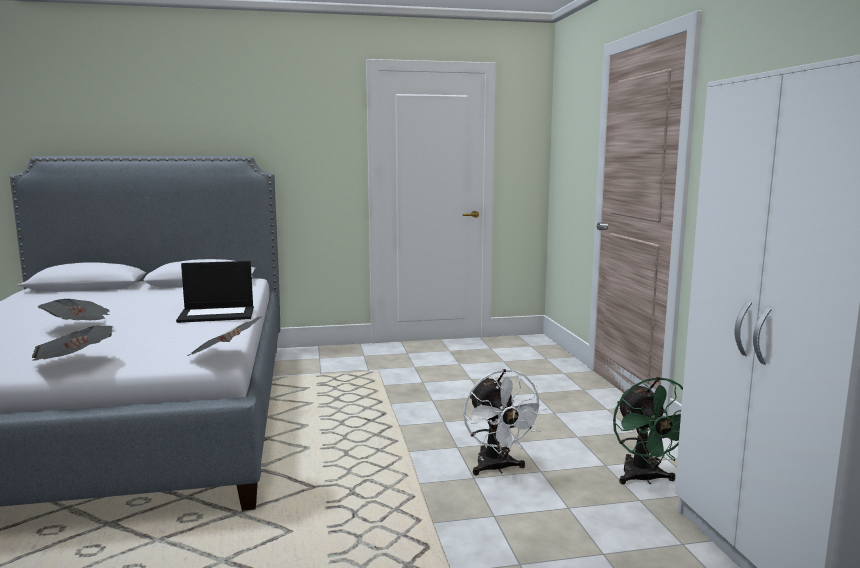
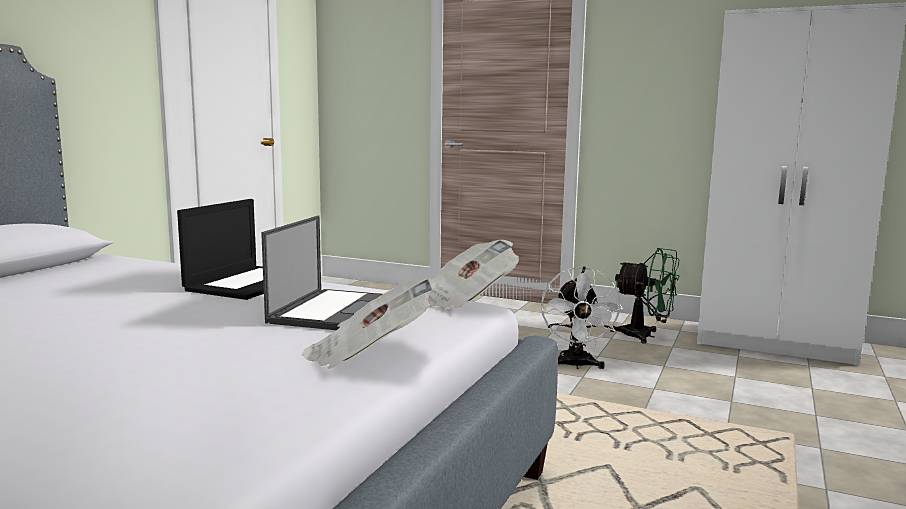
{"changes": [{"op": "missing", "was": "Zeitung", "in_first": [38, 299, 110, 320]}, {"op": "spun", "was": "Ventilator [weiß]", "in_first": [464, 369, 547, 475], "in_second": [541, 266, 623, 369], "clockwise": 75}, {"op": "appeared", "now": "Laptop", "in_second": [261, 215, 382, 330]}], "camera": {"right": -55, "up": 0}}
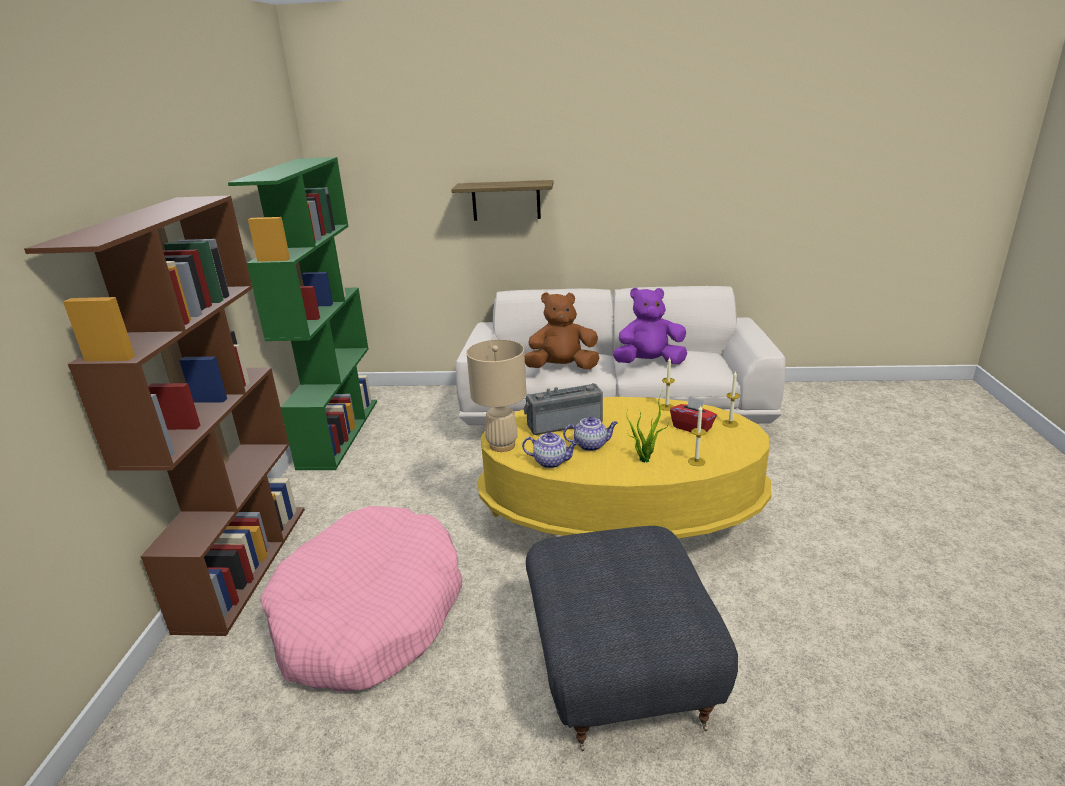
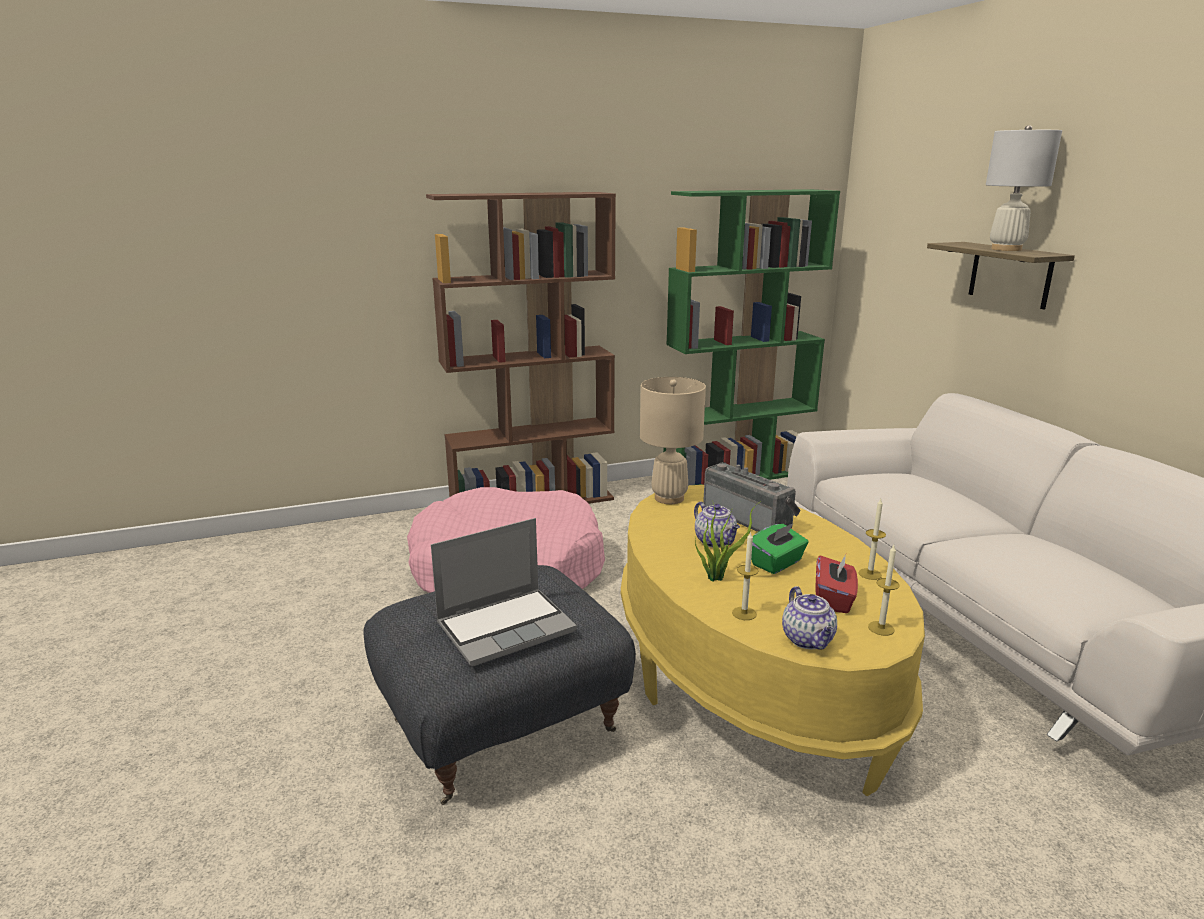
{"changes": [{"op": "relocated", "was": "Teekanne", "in_first": [522, 433, 578, 468], "in_second": [782, 586, 837, 650]}, {"op": "missing", "was": "Plüschtier [braun]", "in_first": [525, 292, 599, 369]}, {"op": "missing", "was": "Plüschtier [lila]", "in_first": [613, 288, 687, 364]}, {"op": "appeared", "now": "Laptop", "in_second": [431, 518, 577, 666]}, {"op": "appeared", "now": "Taschentuchbox [grün]", "in_second": [751, 524, 809, 574]}, {"op": "appeared", "now": "Tischlampe [weiß]", "in_second": [986, 125, 1062, 251]}], "camera": {"right": 65, "up": -5}}
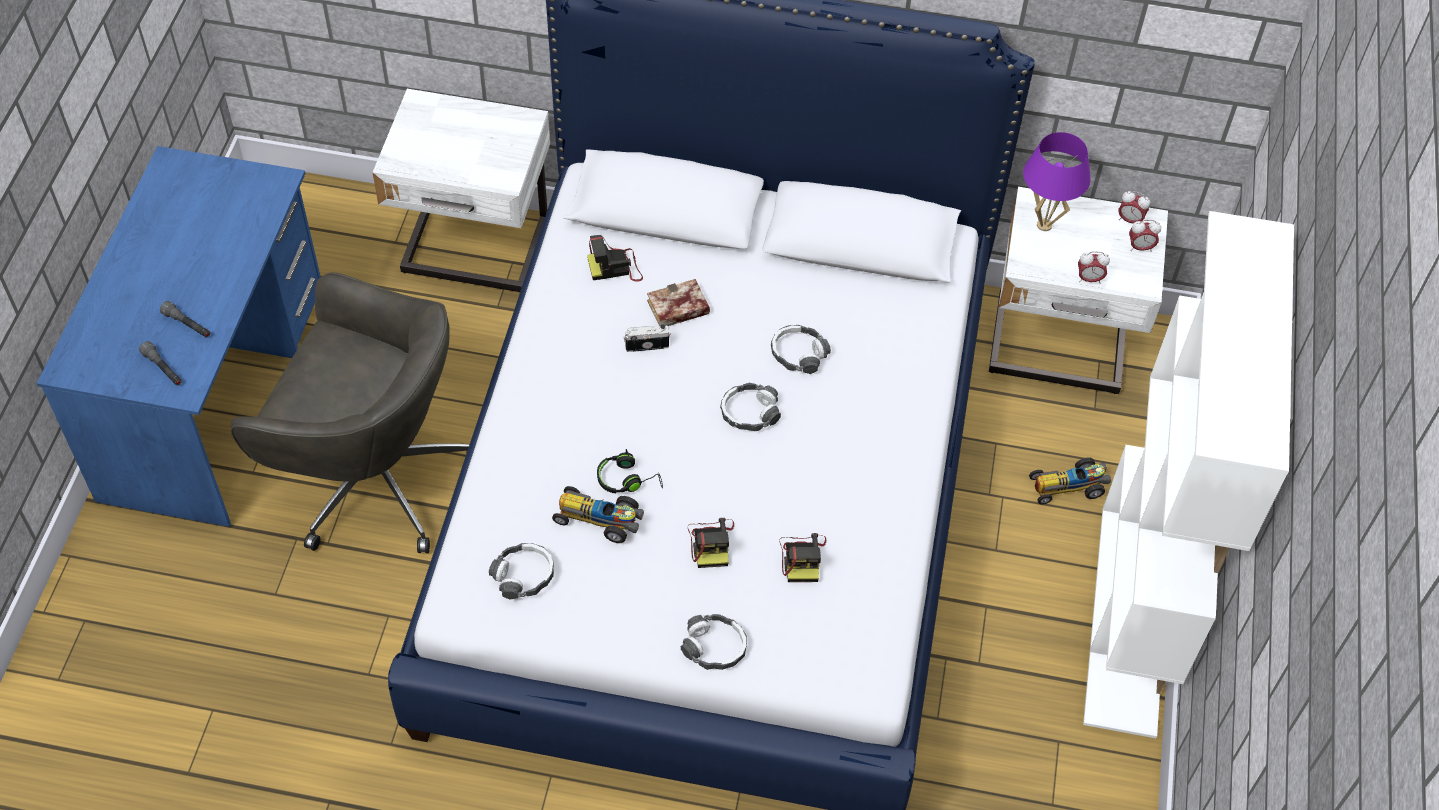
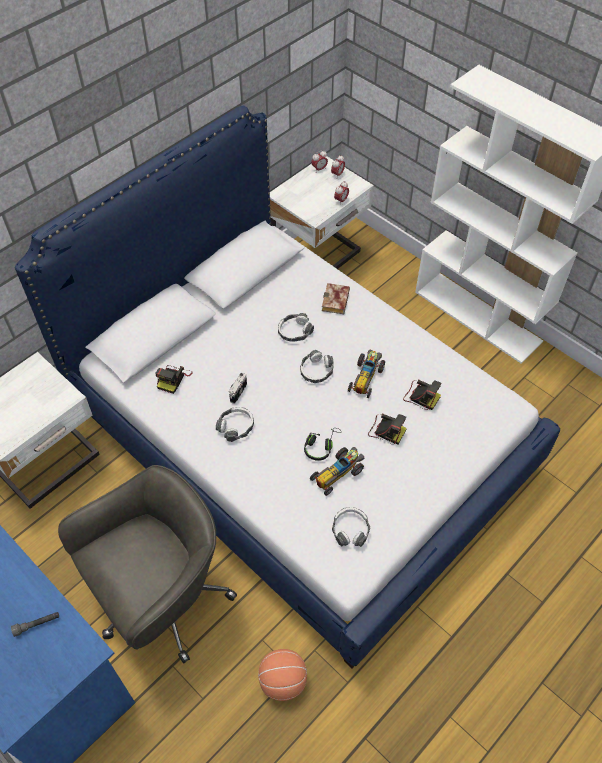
{"changes": [{"op": "missing", "was": "Taschenlampe [grau]", "in_first": [139, 341, 182, 385]}, {"op": "relocated", "was": "Buch", "in_first": [647, 279, 710, 326], "in_second": [322, 283, 350, 314]}, {"op": "relocated", "was": "Kopfhörer", "in_first": [681, 614, 747, 670], "in_second": [216, 407, 254, 442]}, {"op": "missing", "was": "Tischlampe [lila]", "in_first": [1023, 132, 1091, 231]}, {"op": "relocated", "was": "Spielzeugauto", "in_first": [1029, 458, 1111, 504], "in_second": [348, 350, 385, 398]}, {"op": "appeared", "now": "Basketball", "in_second": [258, 649, 307, 701]}], "camera": {"right": -55, "up": 0}}
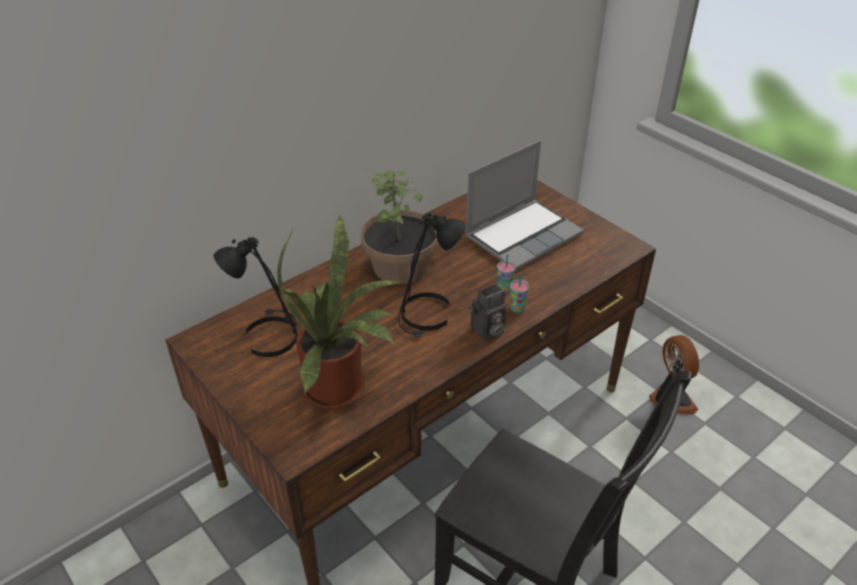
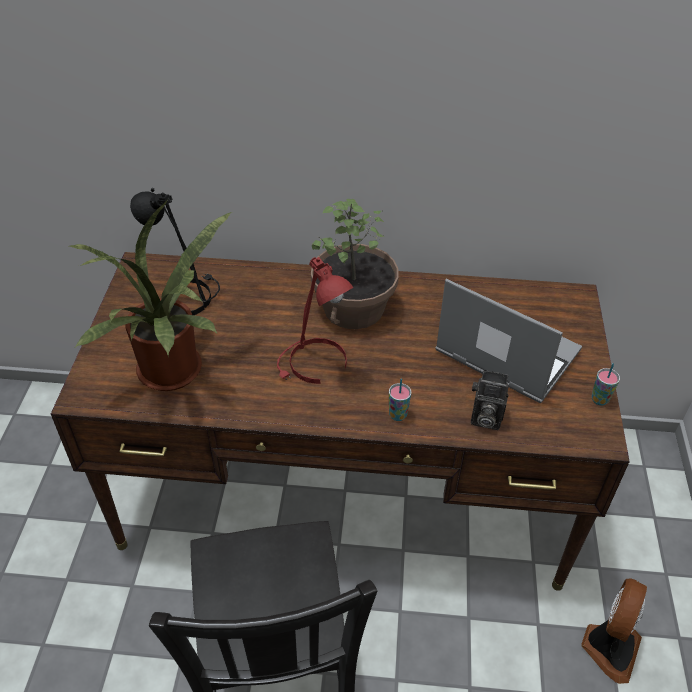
{"changes": [{"op": "colour", "was": "Tischlampe [schwarz]", "now": "Tischlampe [rot]", "in_first": [398, 213, 466, 337], "in_second": [277, 257, 353, 384]}, {"op": "spun", "was": "Laptop", "in_first": [465, 140, 584, 271], "in_second": [435, 279, 582, 403], "clockwise": -150}, {"op": "relocated", "was": "Kamera", "in_first": [469, 284, 507, 341], "in_second": [471, 370, 509, 430]}, {"op": "relocated", "was": "Tasse", "in_first": [497, 254, 516, 293], "in_second": [592, 363, 620, 406]}], "camera": {"right": 45, "up": 5}}
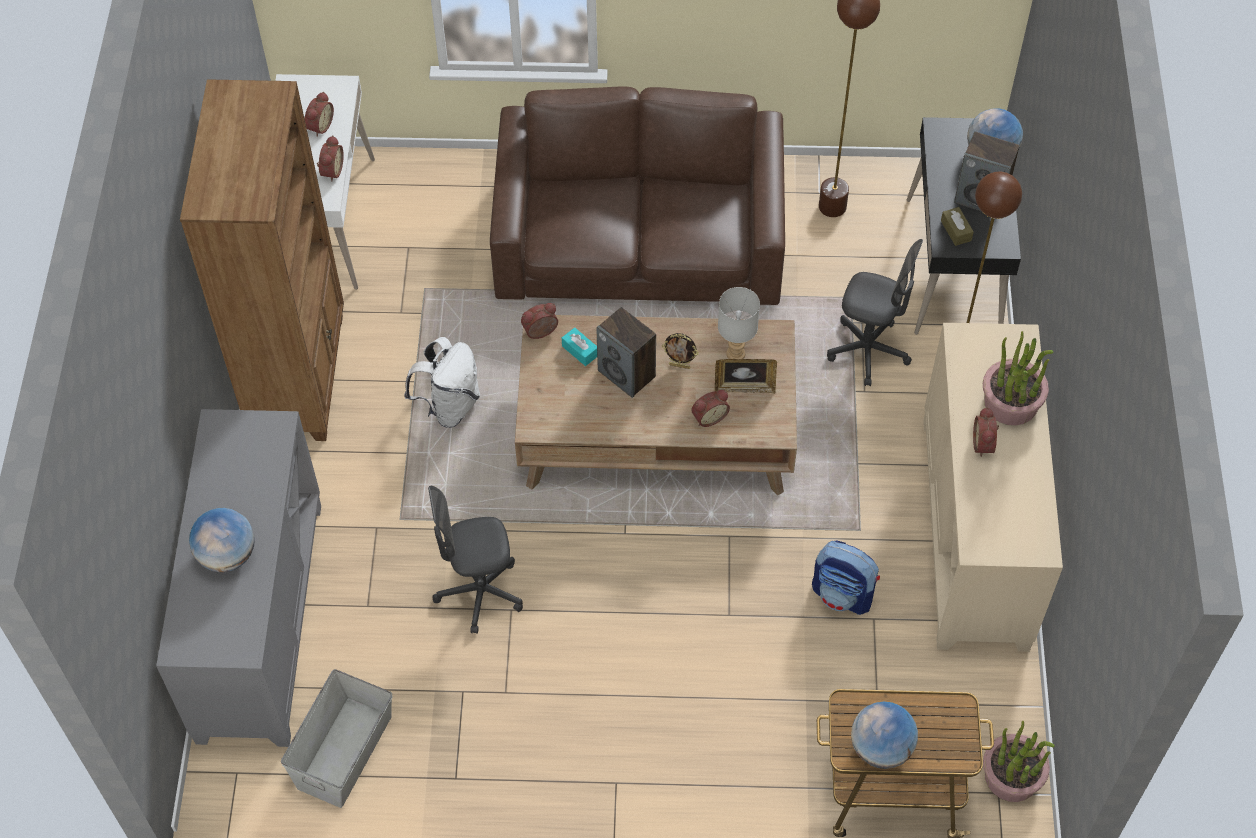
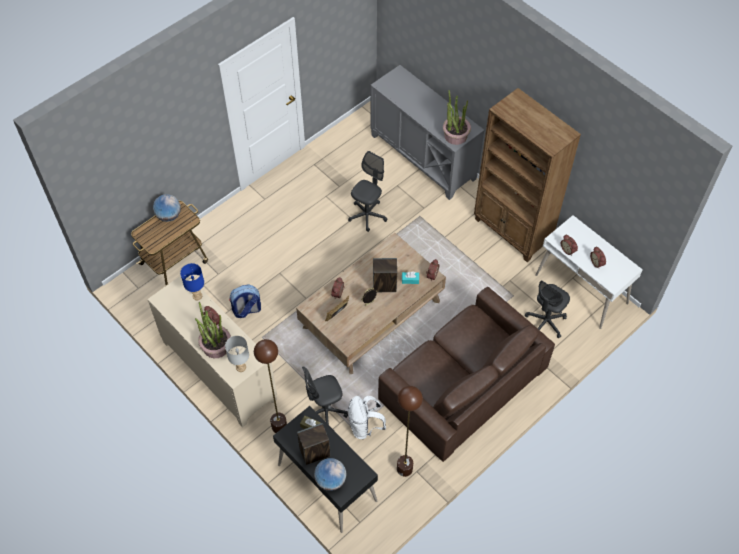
{"changes": [{"op": "missing", "was": "Globus", "in_first": [189, 508, 255, 572]}, {"op": "missing", "was": "Aufbewahrungsbox [grau]", "in_first": [281, 669, 393, 808]}, {"op": "relocated", "was": "Rucksack [weiß]", "in_first": [404, 337, 480, 428], "in_second": [348, 396, 386, 439]}, {"op": "relocated", "was": "Tischlampe [grau]", "in_first": [718, 287, 760, 359], "in_second": [225, 336, 249, 372]}, {"op": "relocated", "was": "Topfpflanze", "in_first": [983, 721, 1055, 802], "in_second": [443, 90, 471, 145]}, {"op": "appeared", "now": "Tischlampe [blau]", "in_second": [180, 263, 204, 300]}, {"op": "appeared", "now": "Bürostuhl [grau]", "in_second": [525, 280, 570, 338]}], "camera": {"right": 135, "up": 0}}
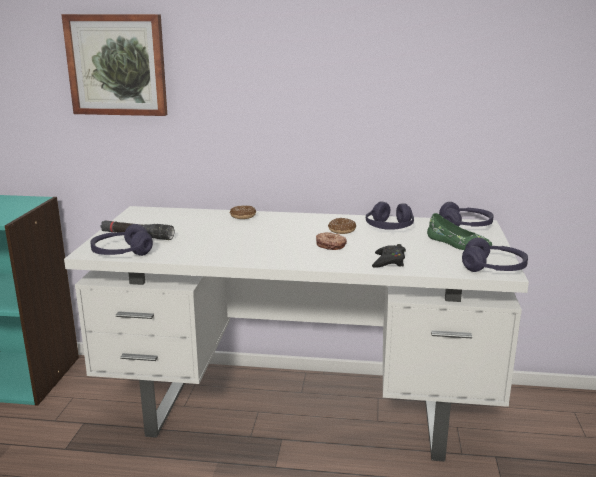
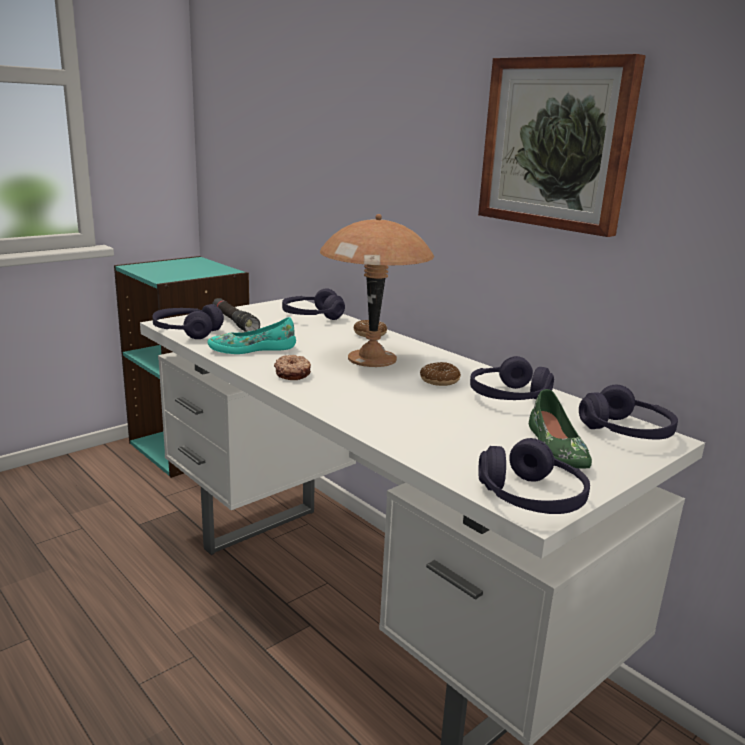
{"changes": [{"op": "relocated", "was": "Bild", "in_first": [61, 14, 167, 116], "in_second": [478, 54, 646, 237]}, {"op": "relocated", "was": "Donut", "in_first": [316, 232, 347, 250], "in_second": [274, 355, 311, 380]}, {"op": "missing", "was": "Gamepad [schwarz]", "in_first": [372, 244, 406, 268]}, {"op": "appeared", "now": "Schuh [türkis]", "in_second": [207, 317, 296, 354]}, {"op": "appeared", "now": "Kopfhörer [lila]", "in_second": [282, 288, 345, 320]}, {"op": "appeared", "now": "Tischlampe [braun]", "in_second": [320, 214, 434, 367]}], "camera": {"right": 40, "up": 0}}
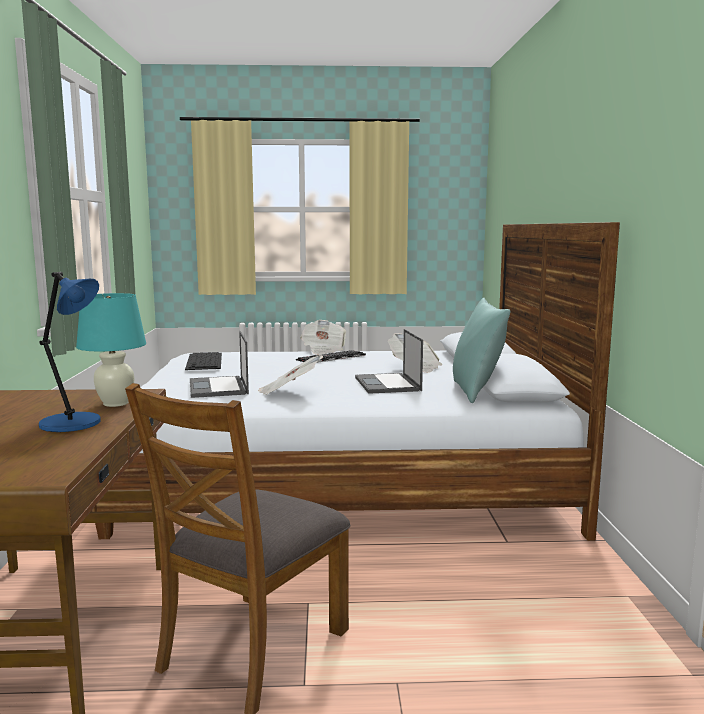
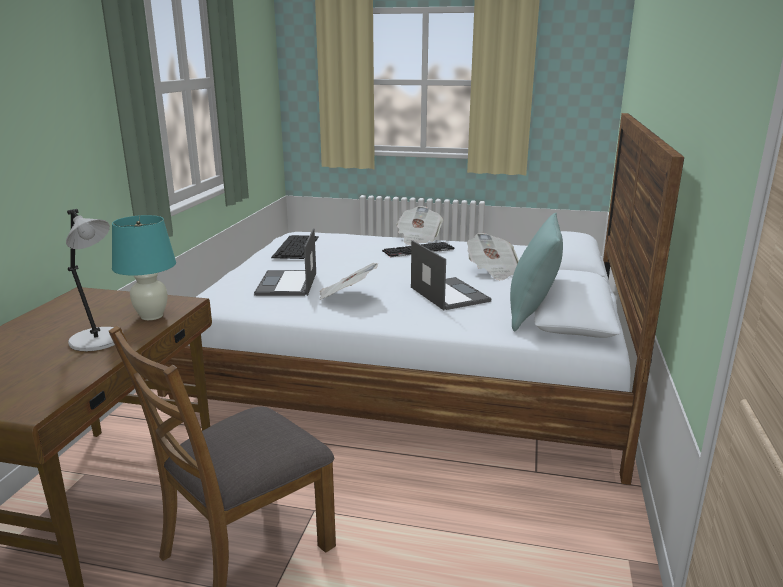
{"changes": [{"op": "colour", "was": "Tischlampe [blau]", "now": "Tischlampe [grau]", "in_first": [39, 272, 101, 432], "in_second": [66, 209, 123, 351]}, {"op": "spun", "was": "Laptop", "in_first": [355, 329, 423, 394], "in_second": [411, 240, 491, 310], "clockwise": 150}], "camera": {"right": 15, "up": 10}}
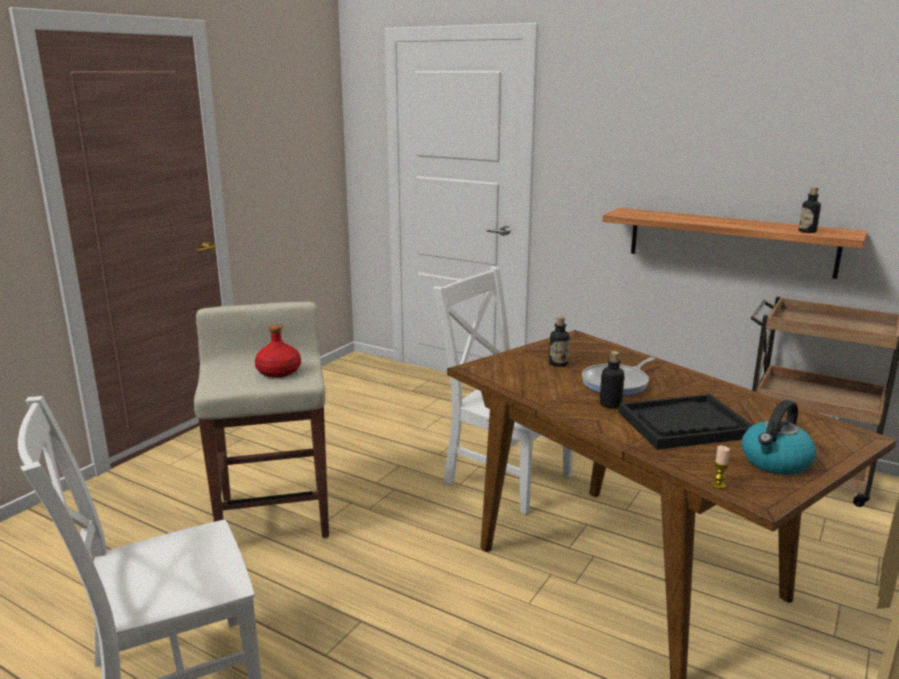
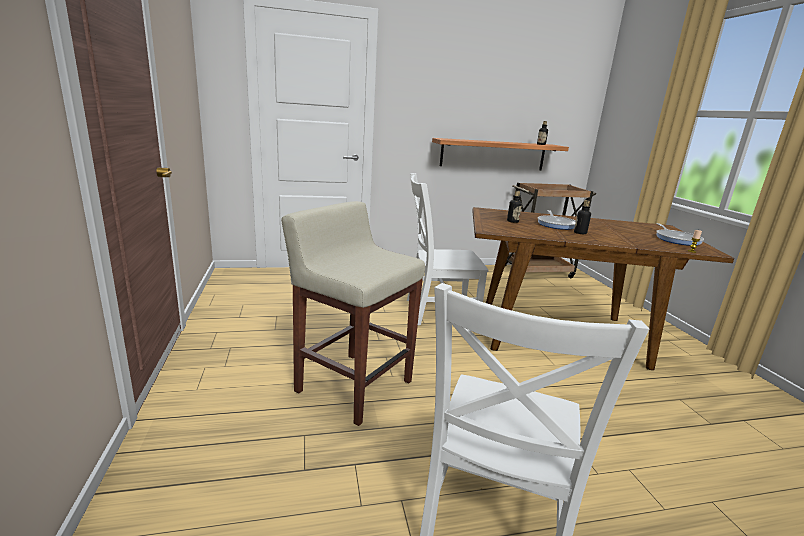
{"changes": [{"op": "missing", "was": "Flasche [rot]", "in_first": [255, 324, 301, 378]}, {"op": "missing", "was": "Tablett [schwarz]", "in_first": [618, 394, 753, 450]}, {"op": "exchanged", "was": "Wasserkessel", "now": "Pfanne", "in_first": [742, 400, 816, 475], "in_second": [656, 223, 704, 246]}], "camera": {"right": -45, "up": 0}}
